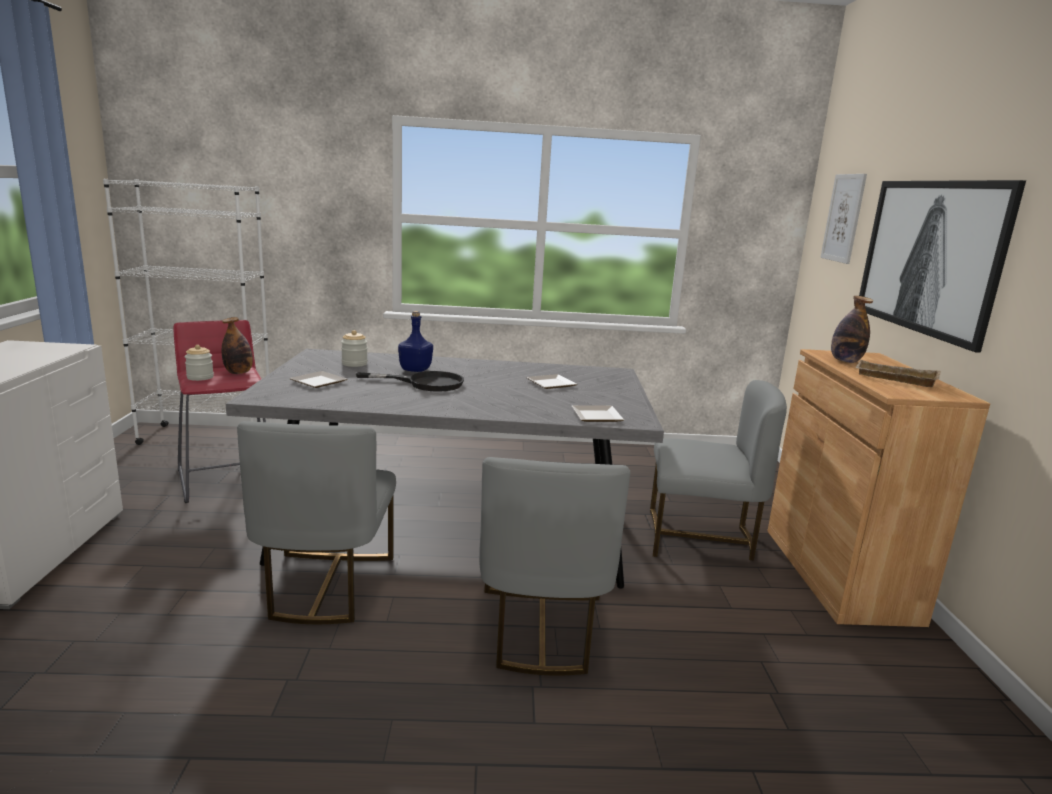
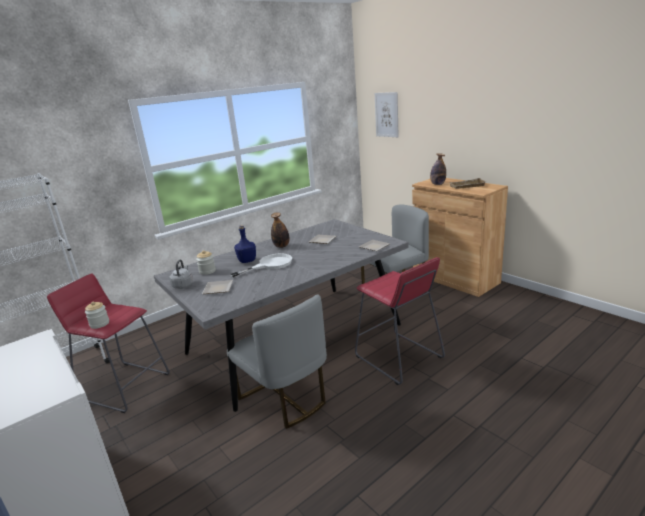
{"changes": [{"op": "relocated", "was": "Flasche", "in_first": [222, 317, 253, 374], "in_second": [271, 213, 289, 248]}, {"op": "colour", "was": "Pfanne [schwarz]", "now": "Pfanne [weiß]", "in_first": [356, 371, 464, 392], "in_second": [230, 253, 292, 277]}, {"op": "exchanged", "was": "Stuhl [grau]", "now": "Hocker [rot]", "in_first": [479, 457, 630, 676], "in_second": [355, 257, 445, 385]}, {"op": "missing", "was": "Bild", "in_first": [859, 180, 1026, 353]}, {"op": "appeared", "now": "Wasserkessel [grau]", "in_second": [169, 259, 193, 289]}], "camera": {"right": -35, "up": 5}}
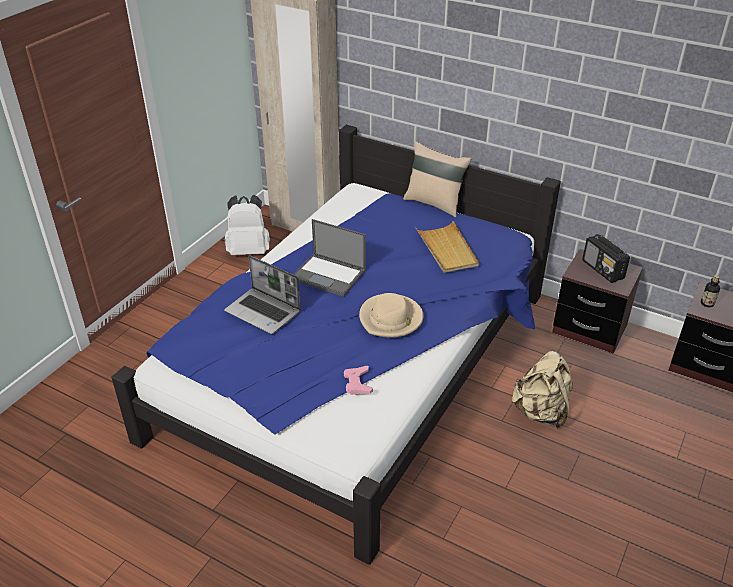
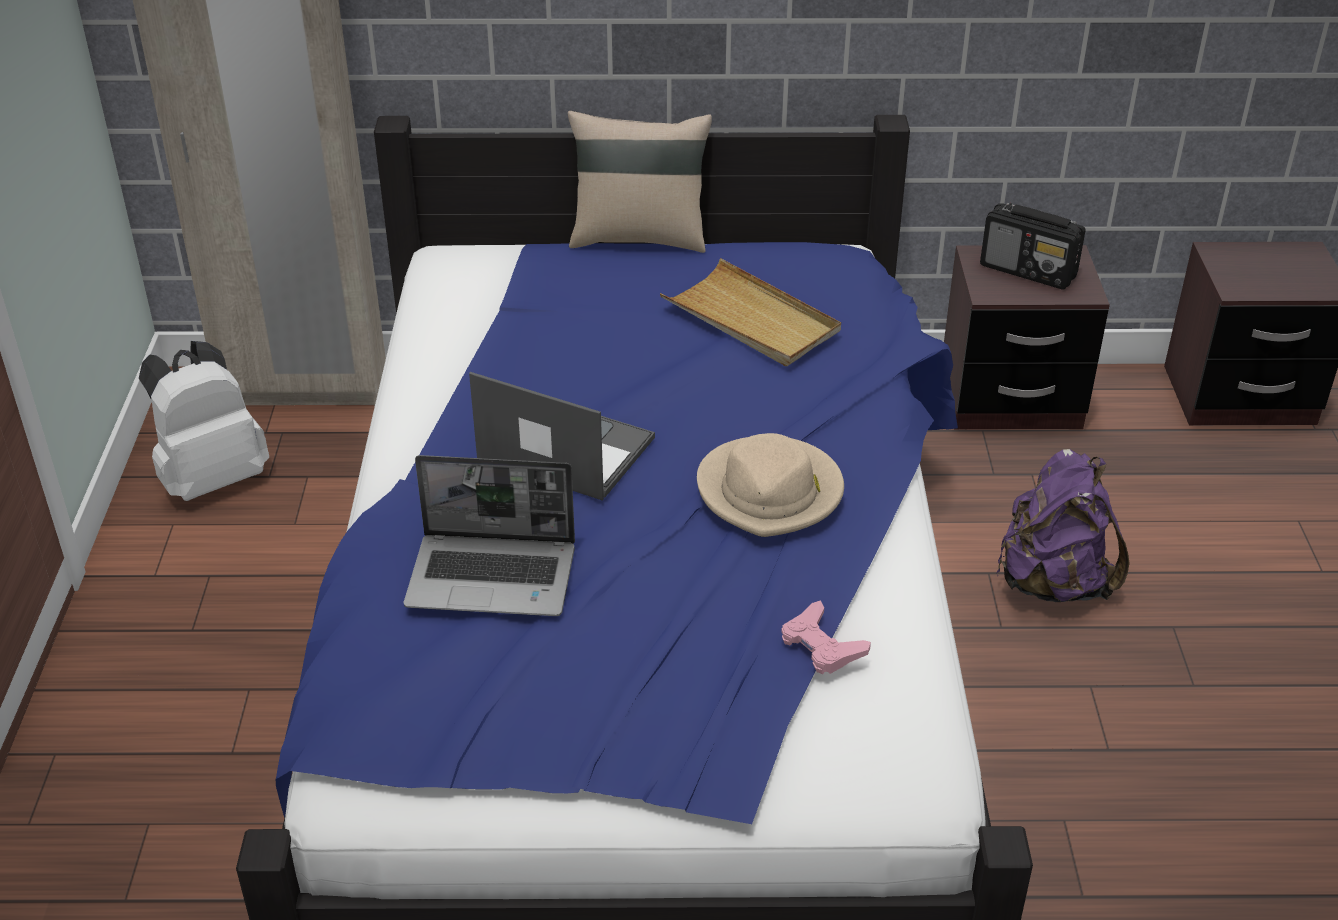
{"changes": [{"op": "spun", "was": "Laptop", "in_first": [294, 219, 366, 297], "in_second": [469, 372, 655, 501], "clockwise": -150}, {"op": "colour", "was": "Rucksack [beige]", "now": "Rucksack [lila]", "in_first": [512, 351, 573, 428], "in_second": [996, 449, 1130, 602]}, {"op": "missing", "was": "Flasche", "in_first": [701, 275, 720, 307]}], "camera": {"right": -30, "up": 0}}
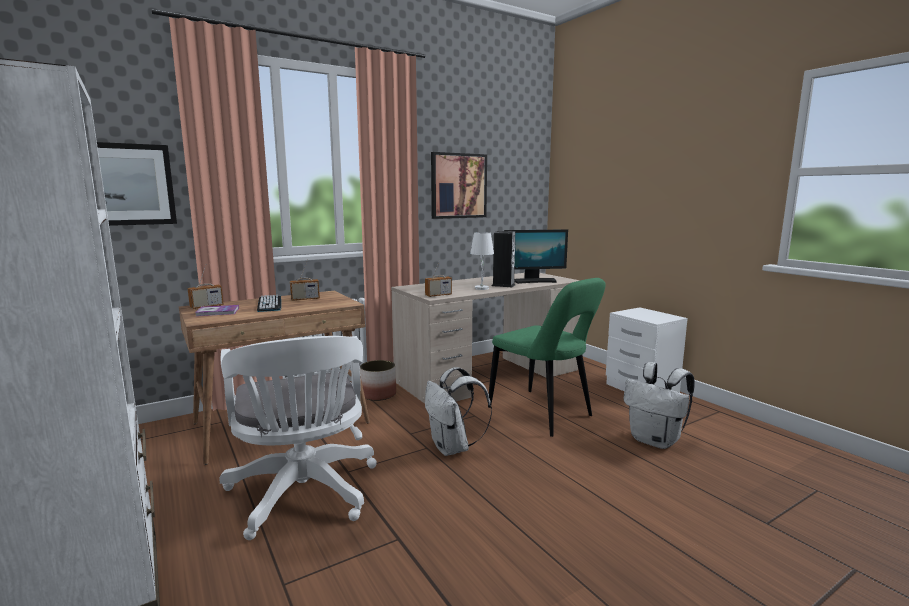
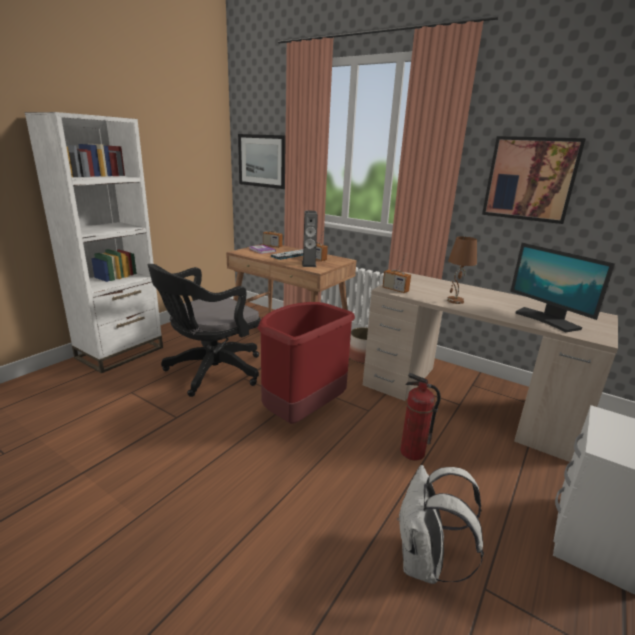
{"changes": [{"op": "colour", "was": "Bürostuhl [weiß]", "now": "Bürostuhl [schwarz]", "in_first": [219, 336, 377, 540], "in_second": [148, 264, 261, 397]}, {"op": "exchanged", "was": "Rucksack [weiß]", "now": "Mülleimer [rot]", "in_first": [425, 367, 492, 456], "in_second": [258, 302, 355, 424]}, {"op": "colour", "was": "Tischlampe [weiß]", "now": "Tischlampe [braun]", "in_first": [470, 232, 494, 290], "in_second": [447, 236, 477, 304]}, {"op": "exchanged", "was": "Stuhl [grün]", "now": "Feuerlöscher", "in_first": [488, 278, 606, 437], "in_second": [400, 373, 441, 460]}, {"op": "relocated", "was": "Lautsprecher", "in_first": [492, 231, 515, 287], "in_second": [302, 210, 318, 267]}], "camera": {"right": 65, "up": 10}}
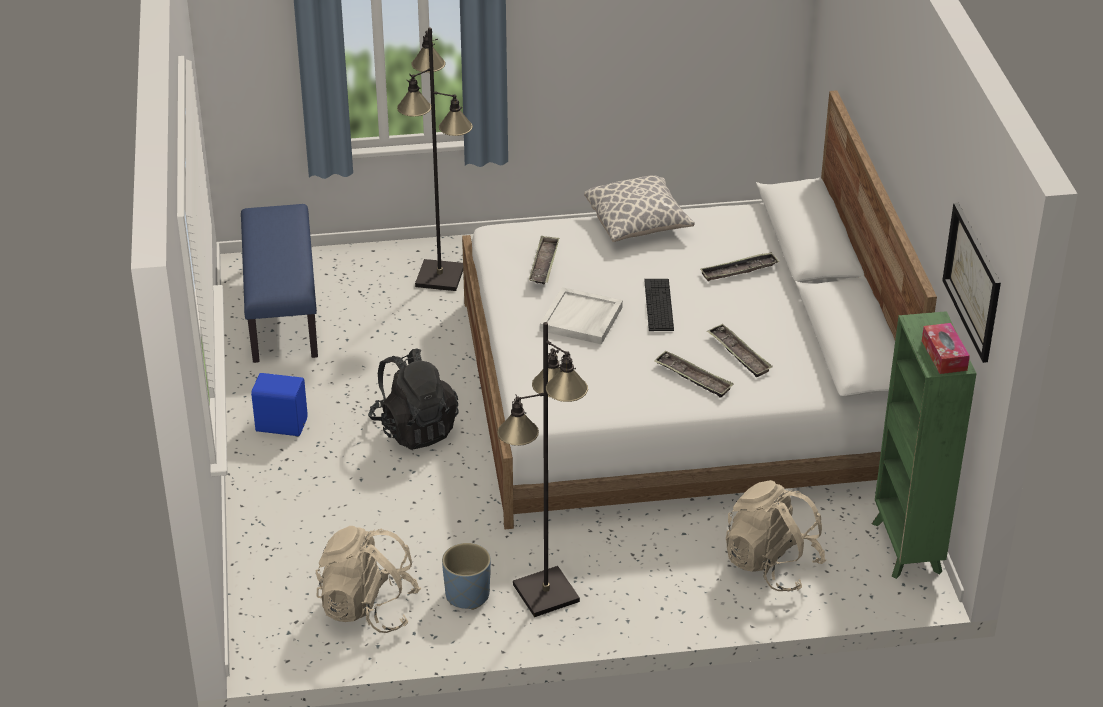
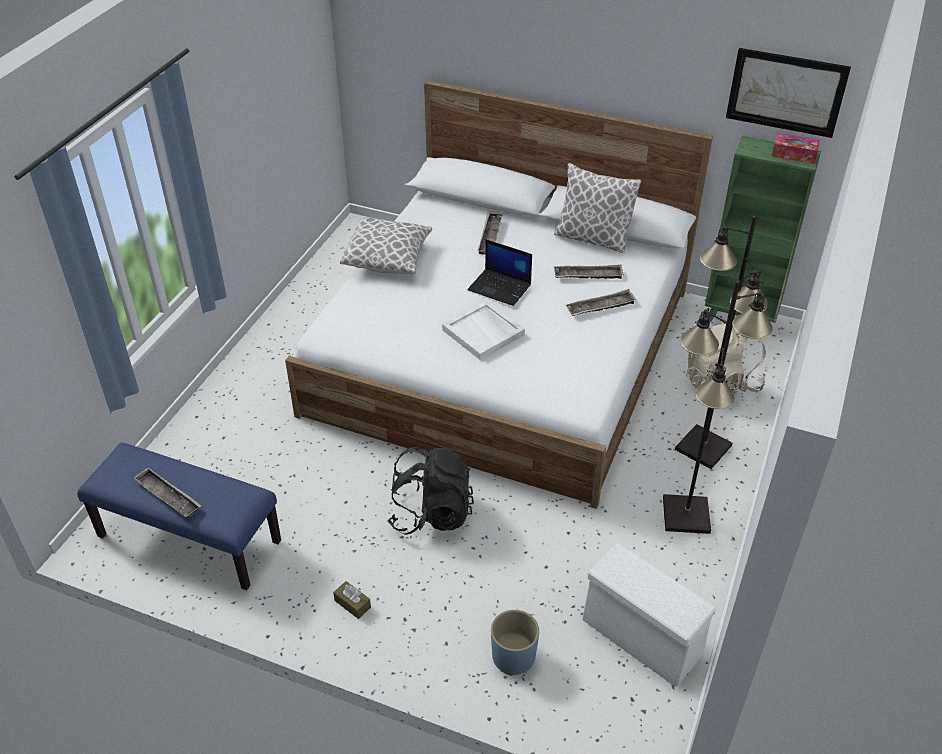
{"changes": [{"op": "exchanged", "was": "Lautsprecher [blau]", "now": "Taschentuchbox [braun]", "in_first": [251, 373, 308, 436], "in_second": [333, 581, 371, 619]}, {"op": "exchanged", "was": "Rucksack [beige]", "now": "Aufbewahrungsbox [weiß]", "in_first": [316, 526, 421, 633], "in_second": [582, 543, 716, 686]}, {"op": "relocated", "was": "Stehlampe [schwarz]", "in_first": [397, 28, 473, 291], "in_second": [675, 215, 768, 469]}, {"op": "relocated", "was": "Pflanzkübel [blau]", "in_first": [442, 543, 491, 610], "in_second": [491, 610, 539, 676]}, {"op": "relocated", "was": "Tablett", "in_first": [529, 235, 559, 284], "in_second": [133, 468, 201, 517]}, {"op": "exchanged", "was": "Tastatur", "now": "Laptop", "in_first": [644, 279, 674, 331], "in_second": [467, 239, 532, 306]}, {"op": "appeared", "now": "Kissen", "in_second": [554, 163, 641, 253]}], "camera": {"right": -60, "up": 5}}
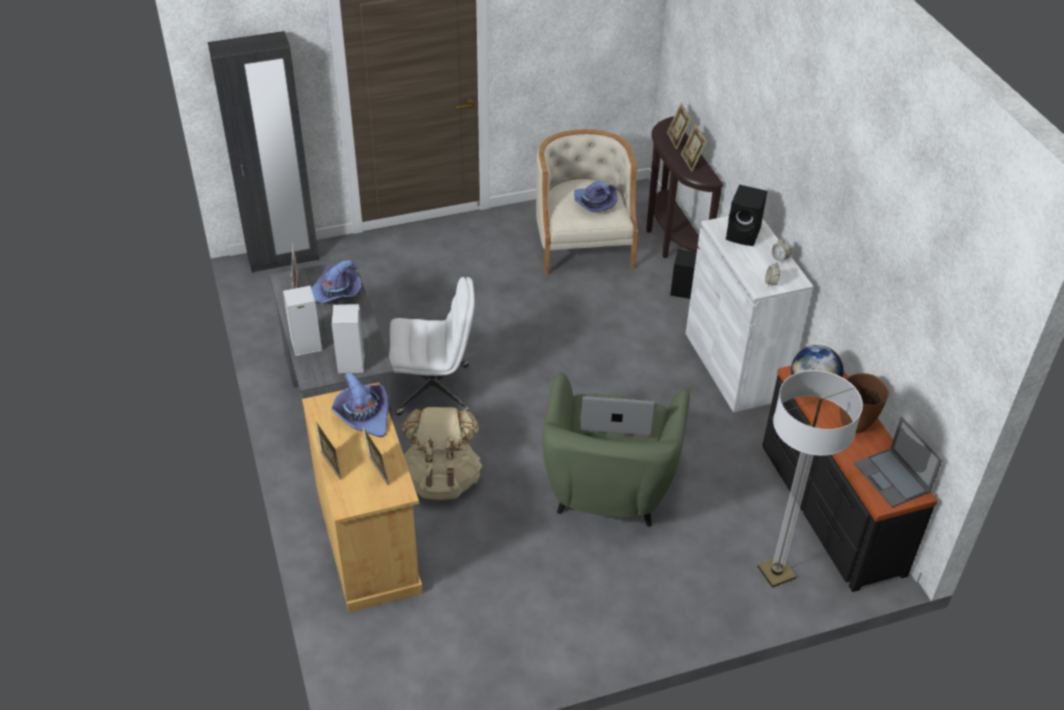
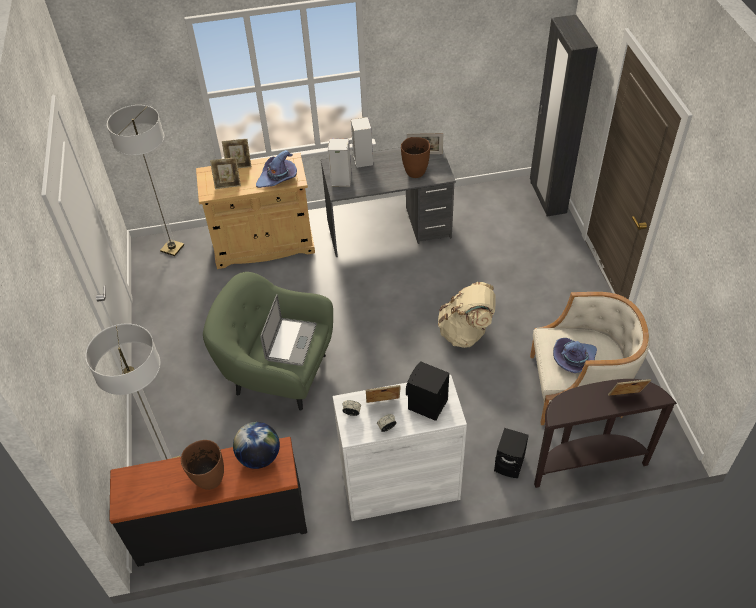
{"changes": [{"op": "exchanged", "was": "Hut [lila]", "now": "Vase [braun]", "in_first": [311, 260, 362, 303], "in_second": [401, 137, 430, 178]}, {"op": "missing", "was": "Bürostuhl [weiß]", "in_first": [389, 277, 475, 415]}, {"op": "relocated", "was": "Rucksack [beige]", "in_first": [402, 407, 482, 500], "in_second": [438, 282, 496, 348]}, {"op": "relocated", "was": "Bilderrahmen", "in_first": [681, 124, 707, 172], "in_second": [366, 385, 401, 403]}, {"op": "missing", "was": "Laptop", "in_first": [854, 417, 942, 508]}, {"op": "appeared", "now": "Stehlampe", "in_second": [107, 105, 184, 256]}], "camera": {"right": 100, "up": 5}}
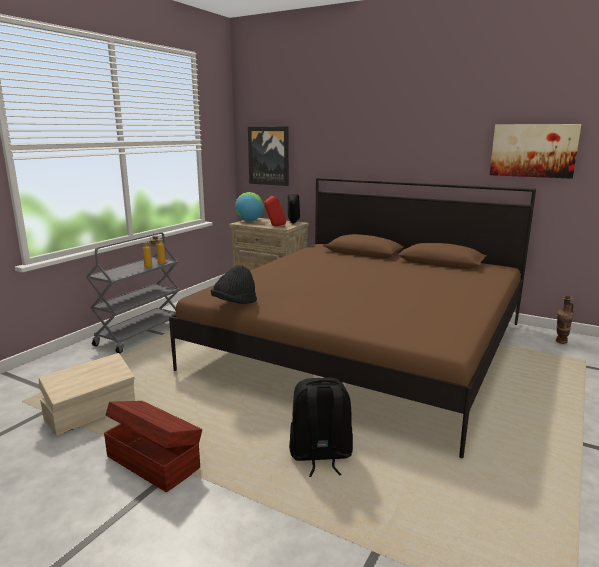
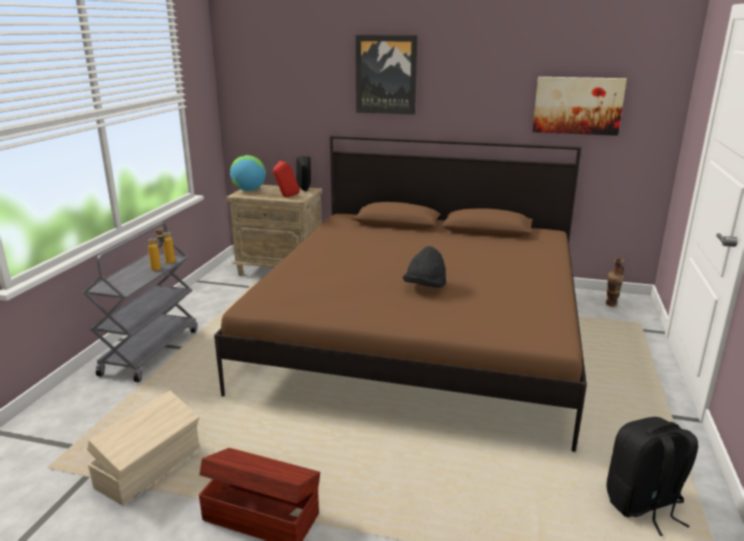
{"changes": [{"op": "relocated", "was": "Hut [schwarz]", "in_first": [211, 265, 257, 304], "in_second": [403, 246, 446, 288]}, {"op": "relocated", "was": "Bild", "in_first": [248, 127, 289, 186], "in_second": [356, 35, 417, 115]}, {"op": "relocated", "was": "Rucksack [schwarz]", "in_first": [289, 377, 353, 477], "in_second": [607, 417, 698, 536]}], "camera": {"right": -15, "up": 5}}
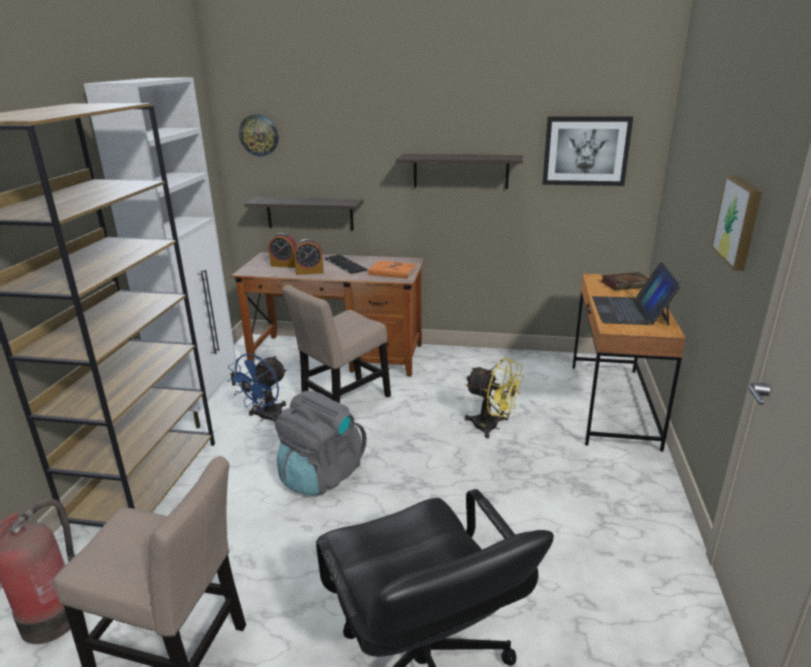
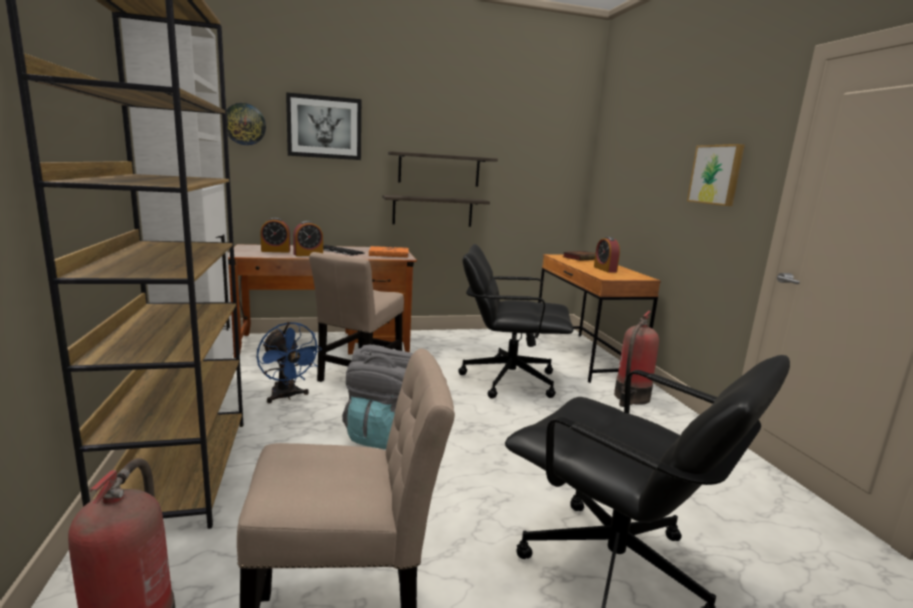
{"changes": [{"op": "spun", "was": "Ventilator [blau]", "in_first": [227, 353, 287, 422], "in_second": [257, 322, 322, 403], "clockwise": -45}, {"op": "relocated", "was": "Wandregal", "in_first": [244, 197, 364, 230], "in_second": [382, 195, 490, 227]}, {"op": "exchanged", "was": "Ventilator [gelb]", "now": "Bürostuhl [schwarz]", "in_first": [465, 358, 524, 438], "in_second": [458, 244, 574, 399]}, {"op": "relocated", "was": "Bild", "in_first": [543, 116, 633, 186], "in_second": [286, 92, 361, 160]}, {"op": "exchanged", "was": "Laptop", "now": "Wecker", "in_first": [592, 262, 681, 325], "in_second": [594, 237, 620, 272]}, {"op": "appeared", "now": "Feuerlöscher", "in_second": [614, 311, 659, 407]}], "camera": {"right": -25, "up": -10}}
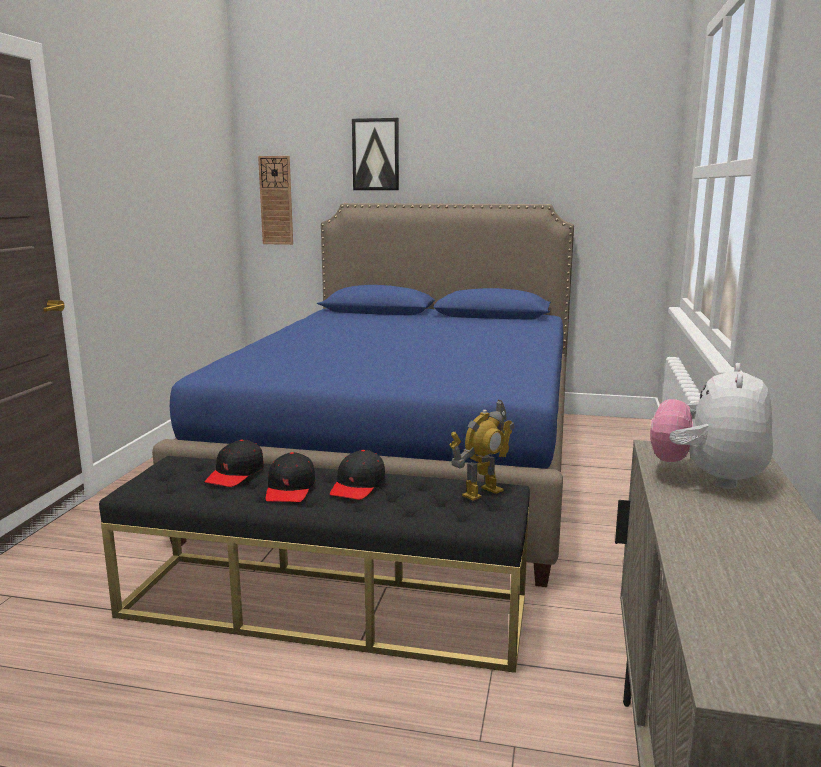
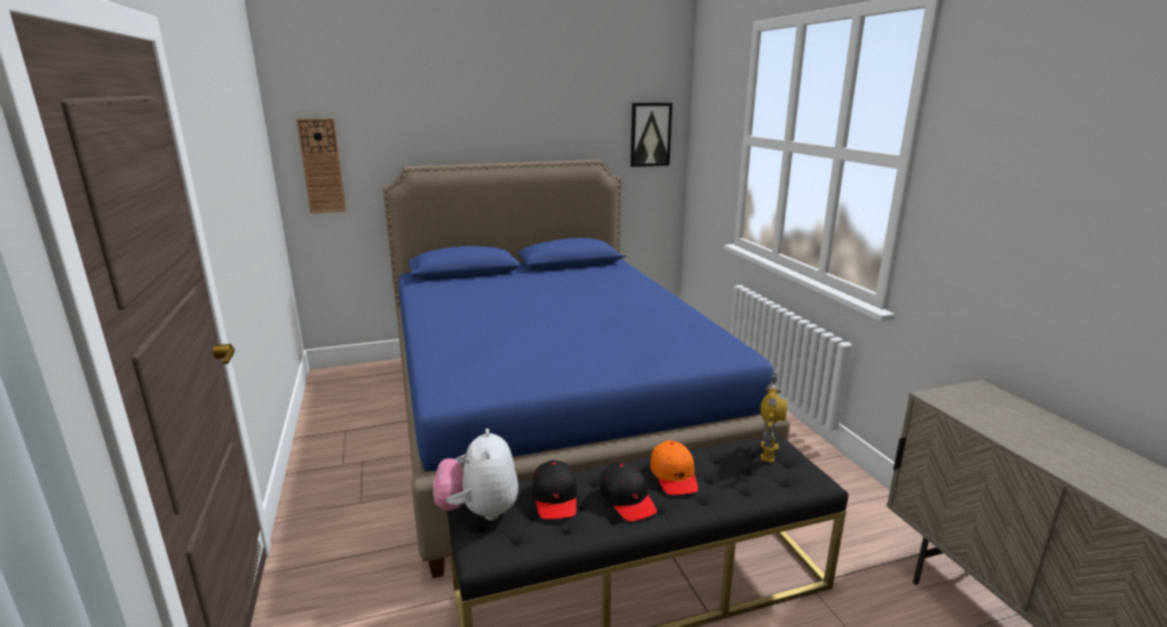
{"changes": [{"op": "colour", "was": "Kappe [schwarz]", "now": "Kappe [orange]", "in_first": [330, 450, 385, 500], "in_second": [650, 441, 698, 495]}, {"op": "relocated", "was": "Bild", "in_first": [352, 118, 399, 190], "in_second": [630, 103, 672, 167]}, {"op": "relocated", "was": "Plüschtier", "in_first": [650, 363, 773, 489], "in_second": [433, 429, 518, 520]}], "camera": {"right": -30, "up": 5}}
